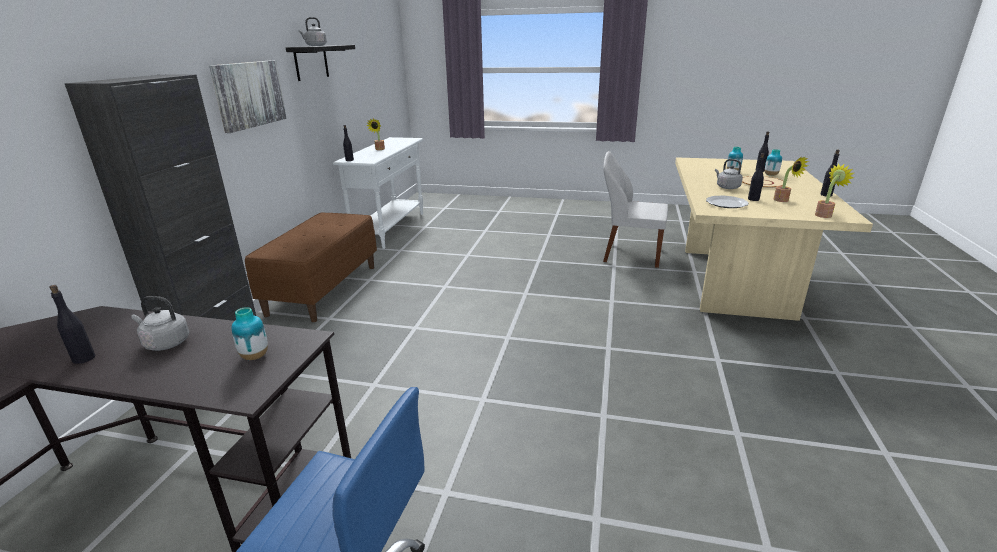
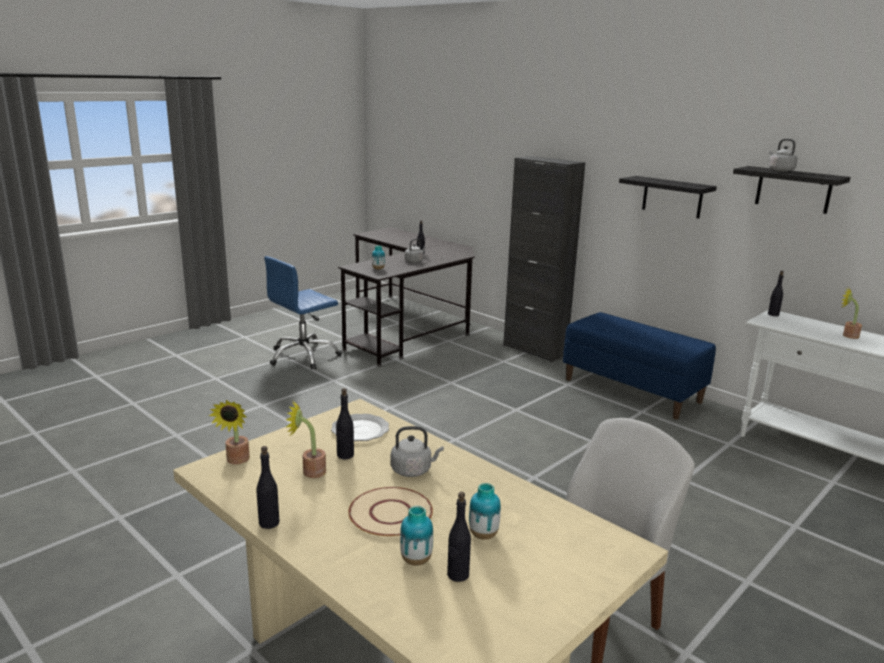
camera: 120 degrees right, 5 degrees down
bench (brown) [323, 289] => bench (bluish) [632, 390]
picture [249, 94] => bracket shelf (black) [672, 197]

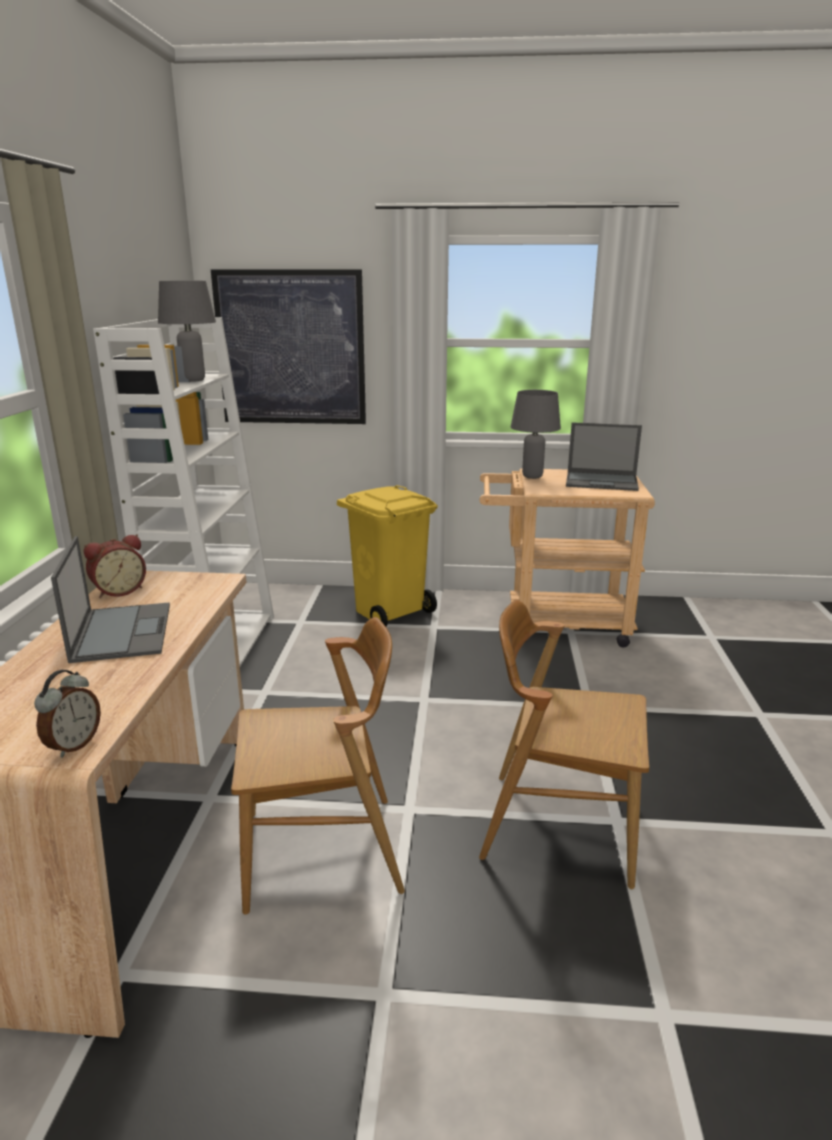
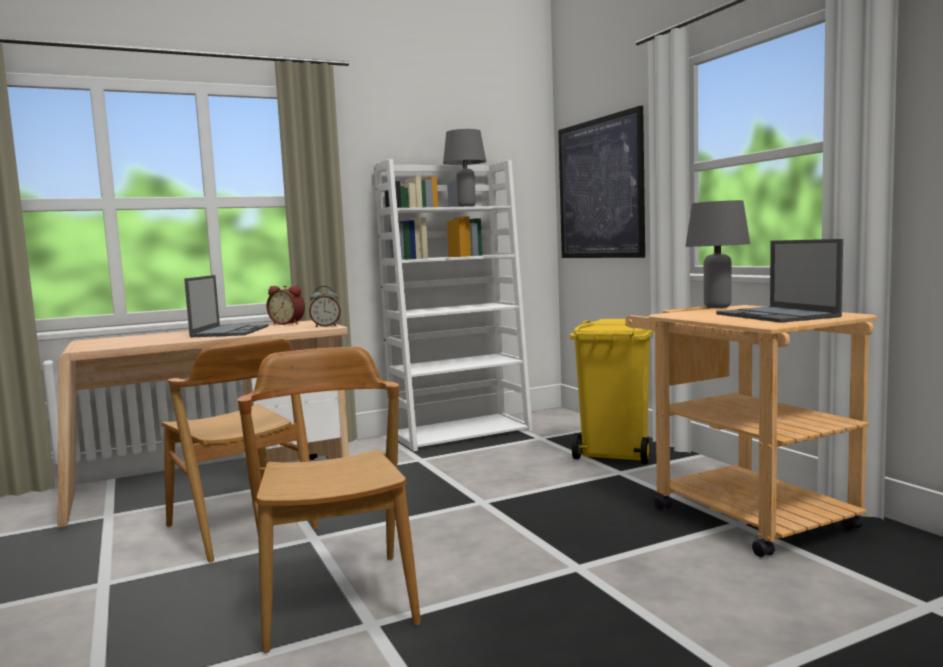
camera: 60 degrees right, 15 degrees down
laptop [122, 631] => laptop [230, 331], 45 degrees counterclockwise
alarm clock [73, 745] => alarm clock [326, 326], relocated

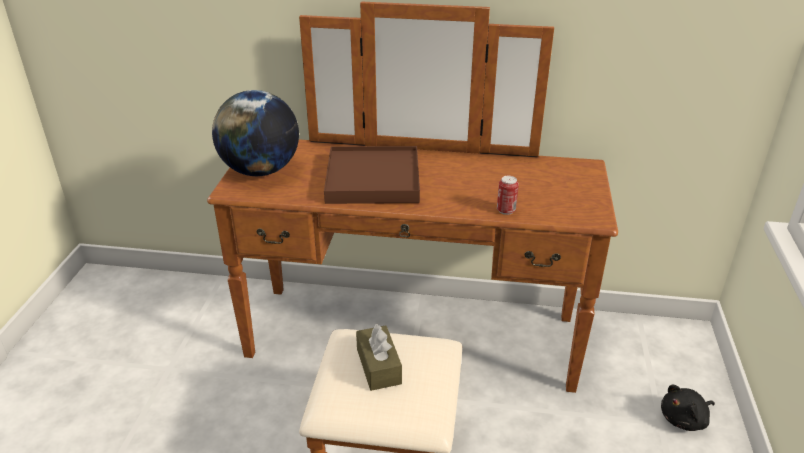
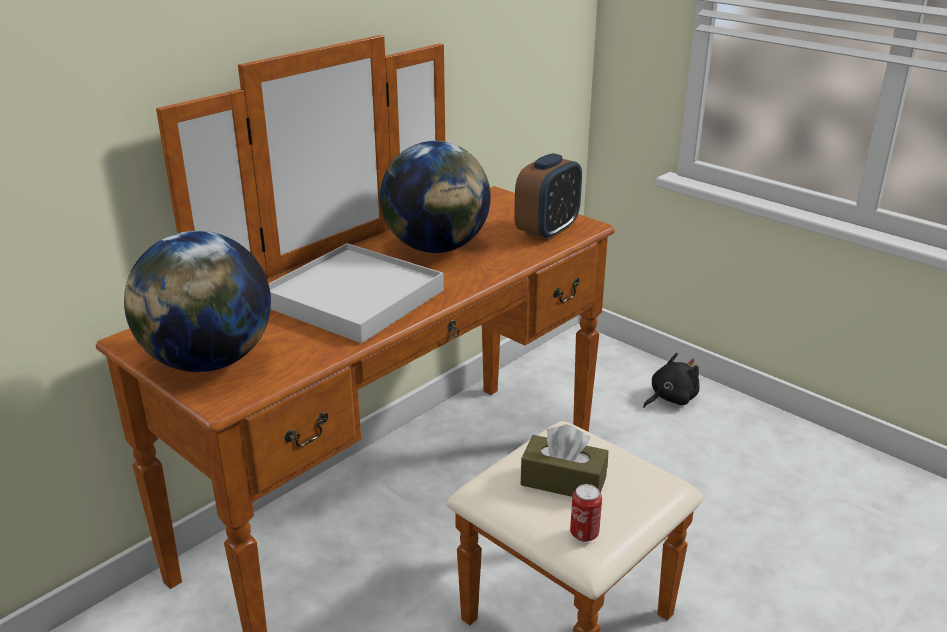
camera: 55 degrees left, 5 degrees down
carrying tray (brown) [373, 179] => carrying tray (white-coloured) [354, 298]
nothing => globe [436, 248]
nothing => alarm clock [547, 231]
can [506, 210] => can [584, 534], relocated
soft toy (black) [684, 419] => soft toy (black) [670, 398], 135 degrees counterclockwise

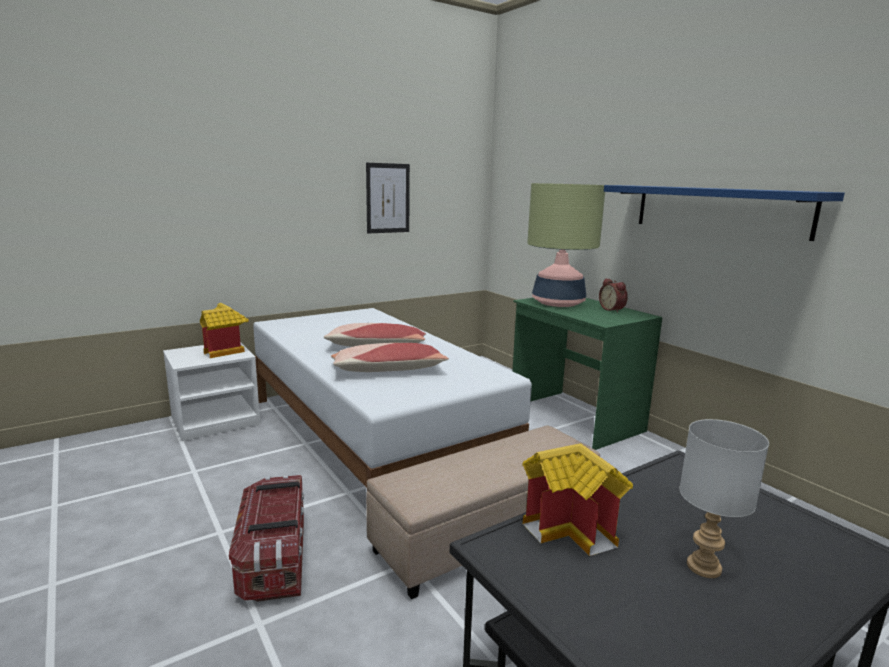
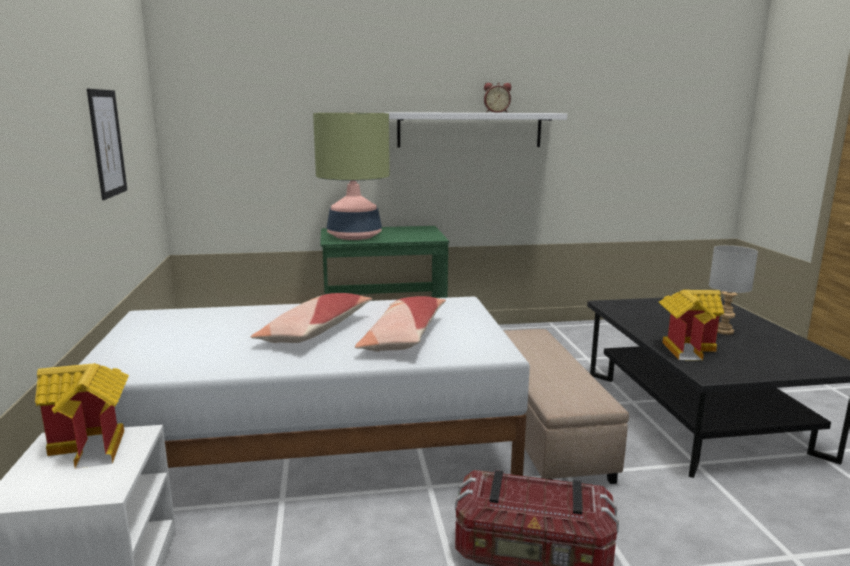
camera: 65 degrees left, 0 degrees up
bracket shelf (bluish) [718, 210] => bracket shelf (white-coloured) [470, 130]
alarm clock [612, 309] => alarm clock [496, 112], relocated

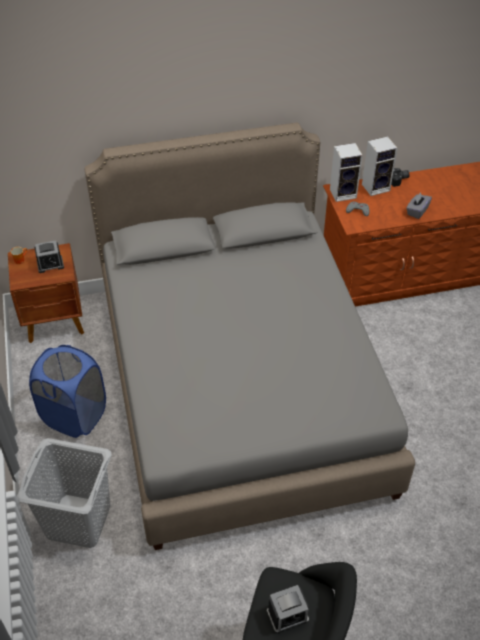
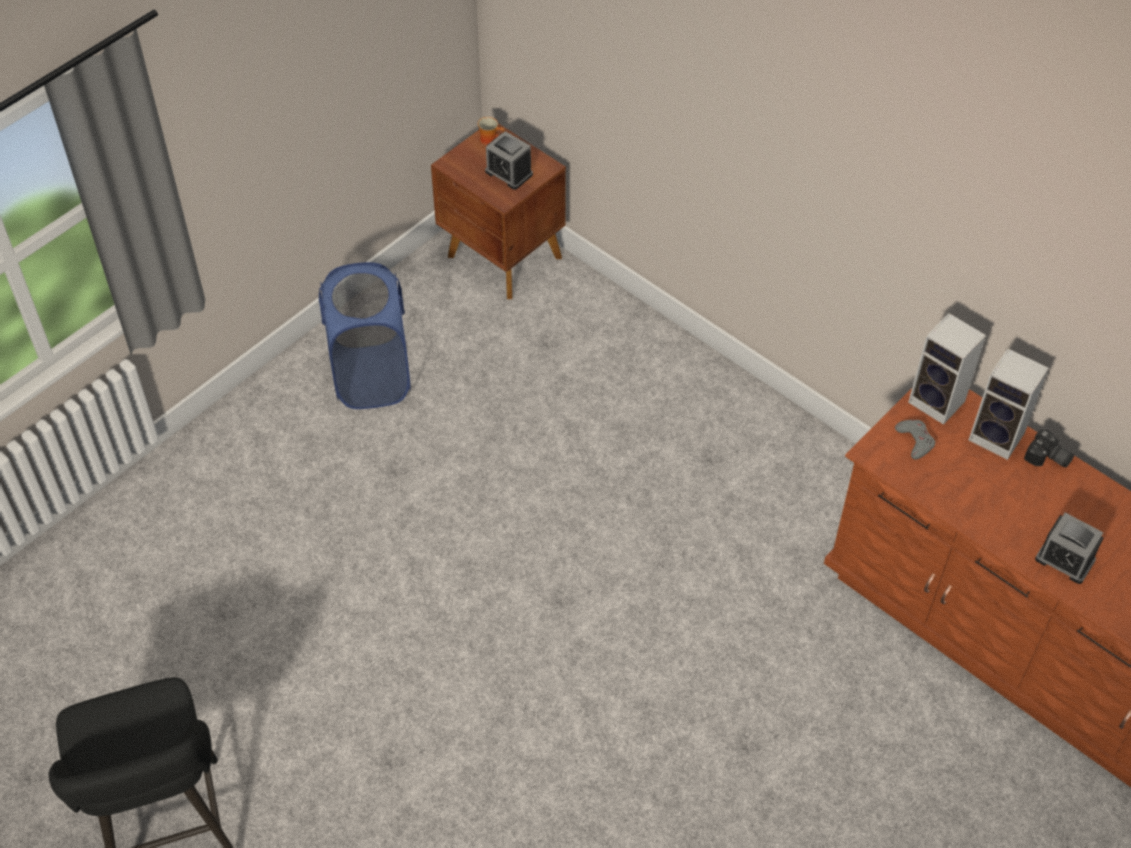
camera: 55 degrees right, 5 degrees up
alarm clock [287, 615] => alarm clock [1064, 559], relocated
hamper (grey) [78, 520] => nothing
bed (grey) [239, 387] => nothing
tissue holder (grey) [417, 211] => nothing

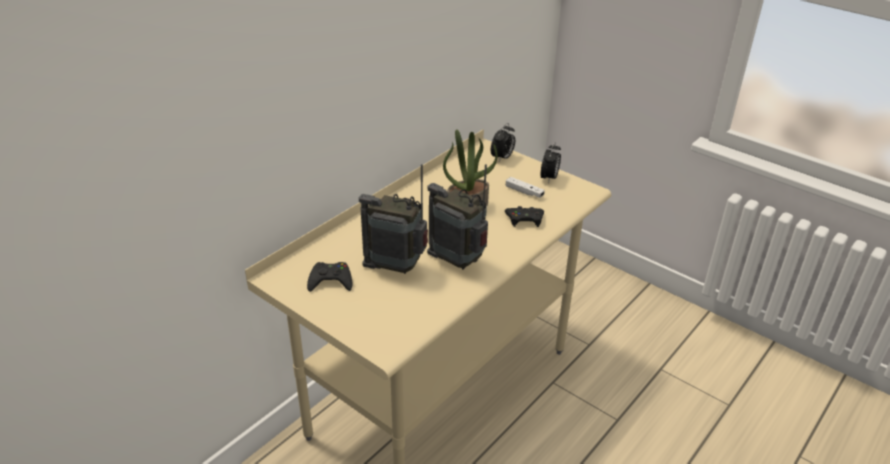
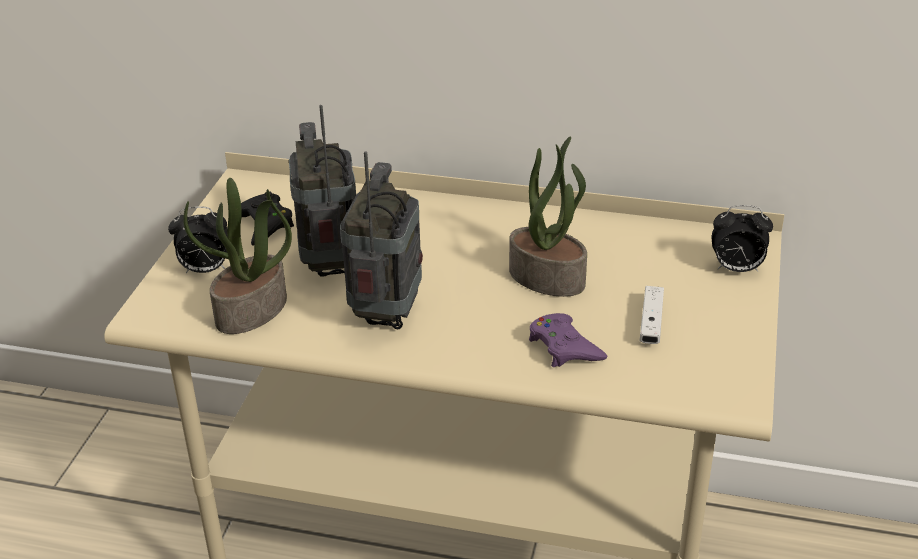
camera: 65 degrees right, 0 degrees up
alarm clock [549, 178] => alarm clock [205, 270], relocated
nothing => plant in a pot [251, 312]
game controller (black) [524, 219] => game controller (purplish) [564, 347]

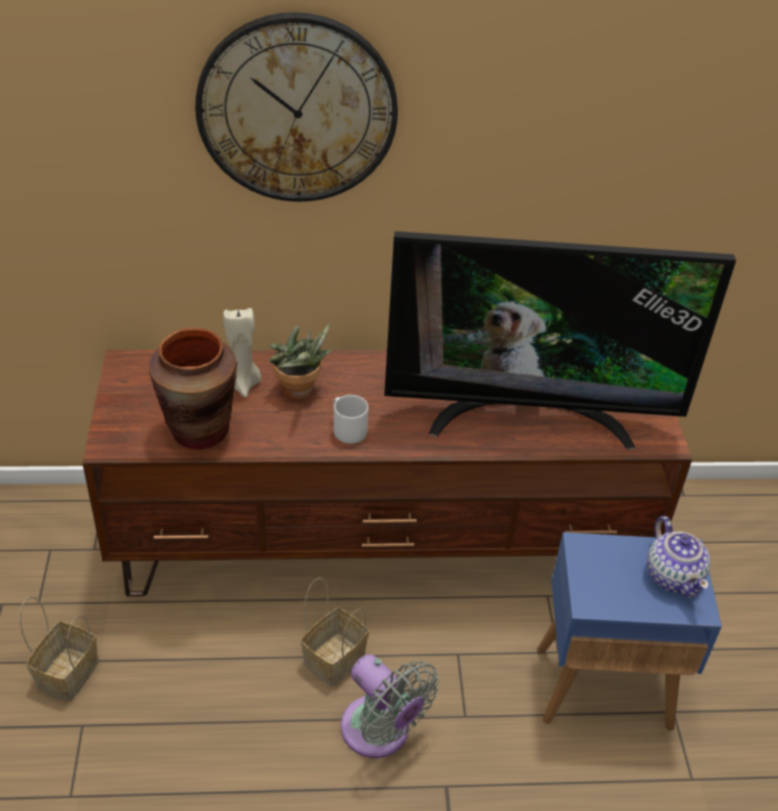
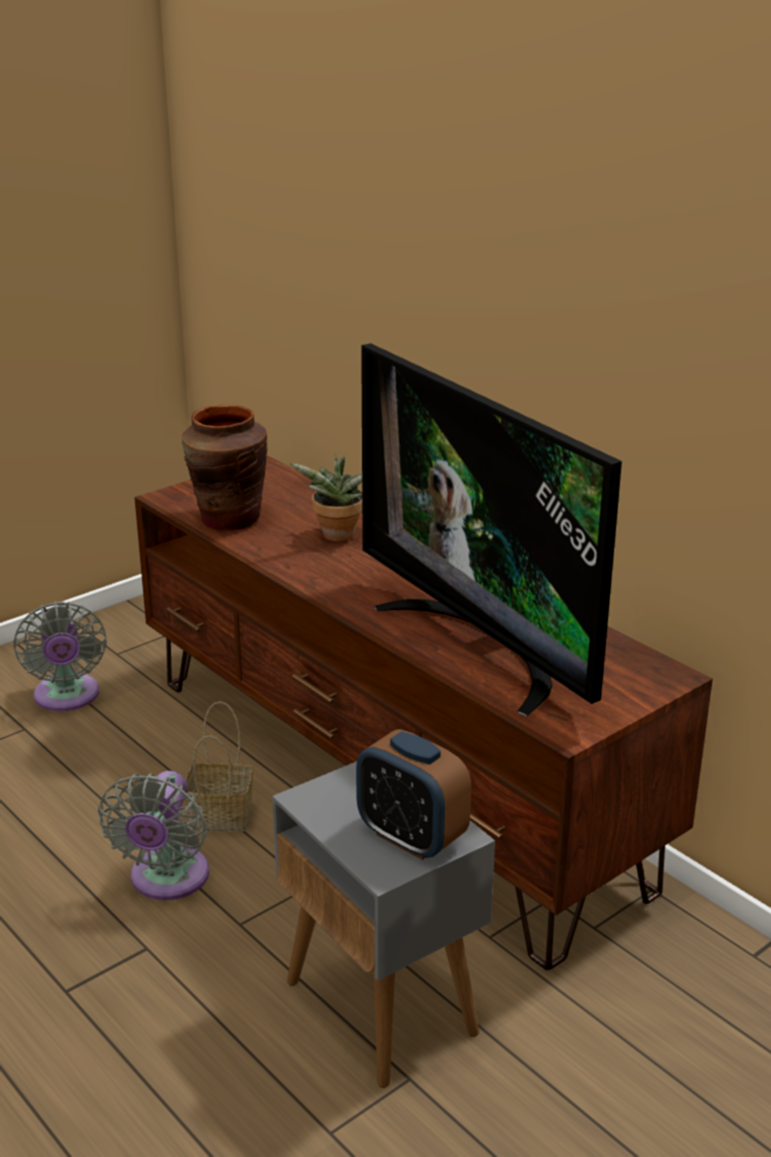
camera: 55 degrees right, 15 degrees down
storage basket [67, 671] => cooling fan (grey) [67, 698]
end table (bluish) [605, 688] => end table (grey) [382, 1008]
pot for tea [673, 576] => alarm clock [411, 838]
wall clock [297, 109] => nothing
wax candle (beige) [244, 384] => nothing
mug (grey) [347, 429] => nothing

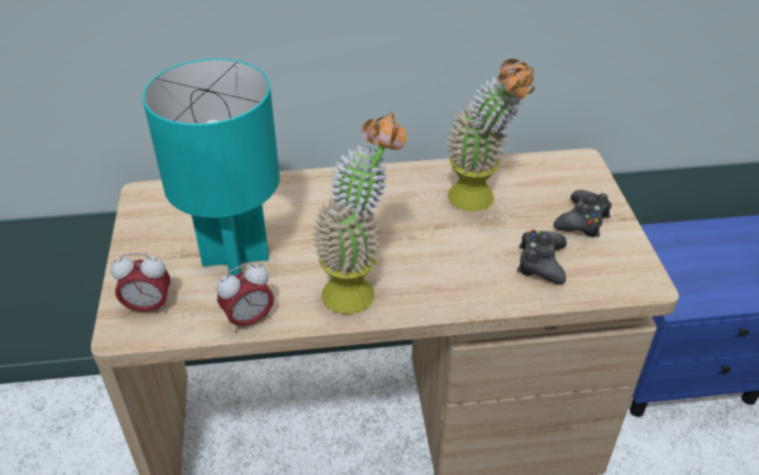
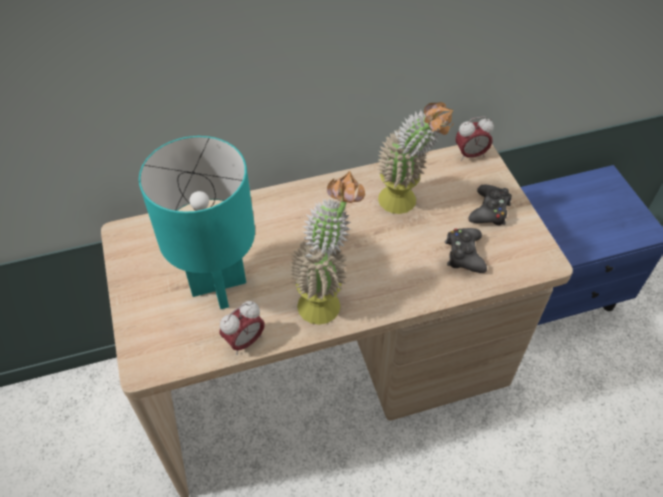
camera: 10 degrees left, 10 degrees up
alarm clock [148, 307] => alarm clock [470, 155], relocated

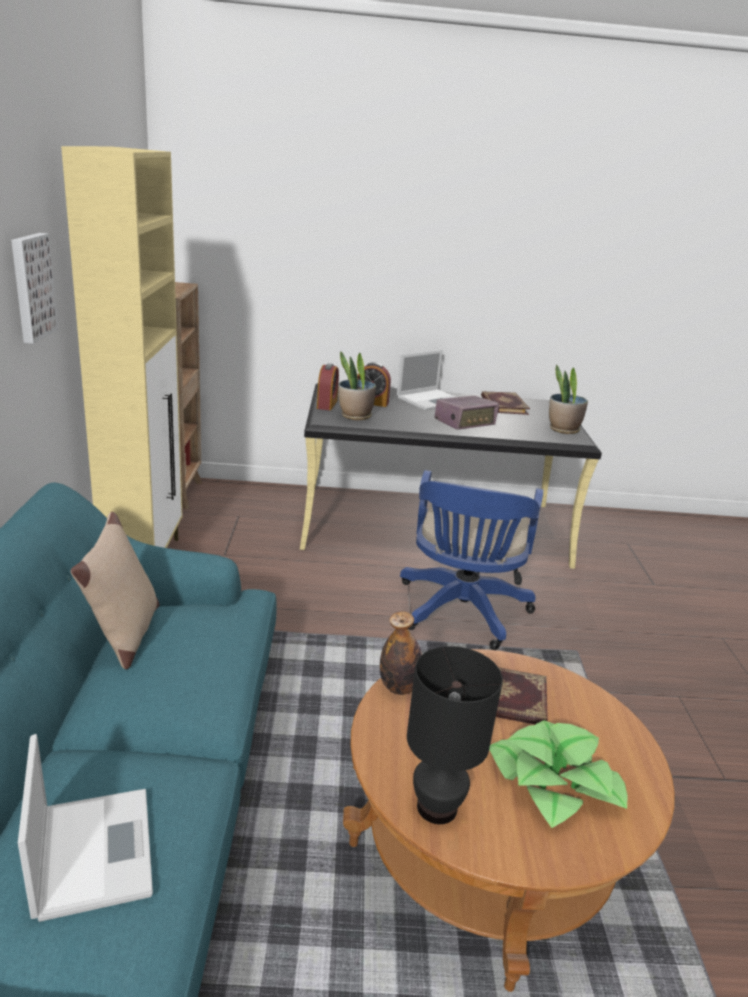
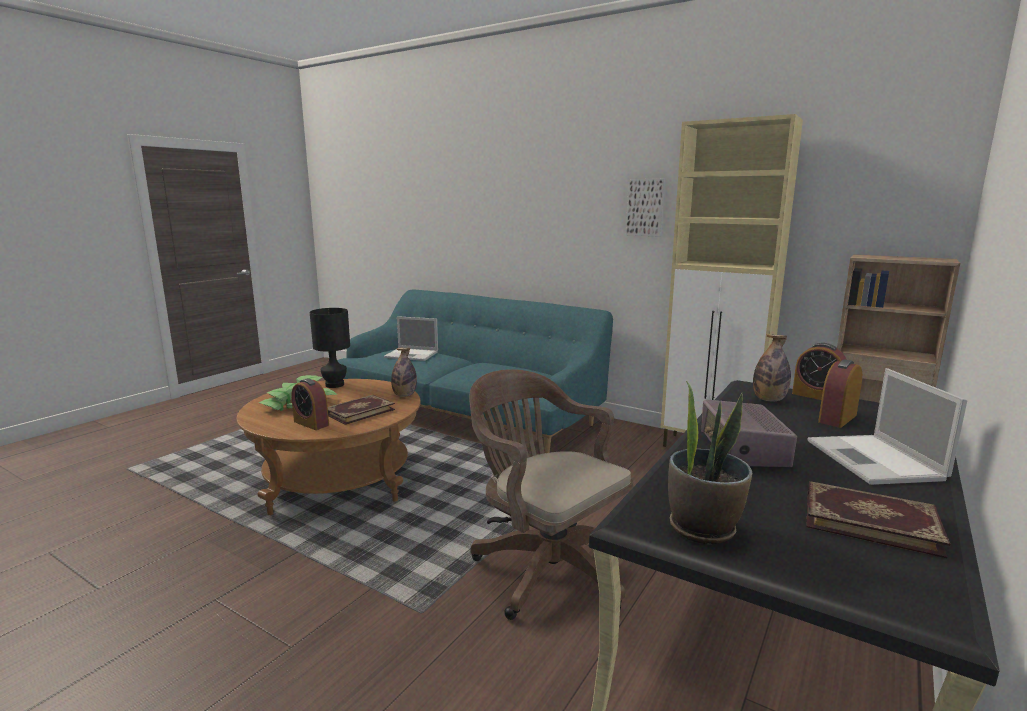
camera: 125 degrees right, 10 degrees down
nothing => alarm clock [311, 423]
desk chair (bluish) [461, 613] => desk chair (brown) [545, 567]
plant in a pot [355, 416] => bottle [769, 400]
cushion (beige) [124, 636] => nothing

